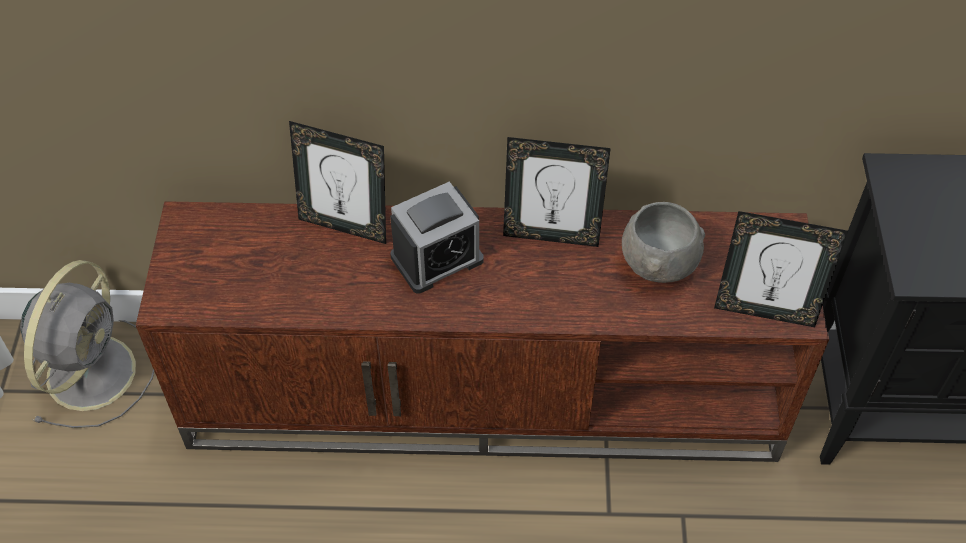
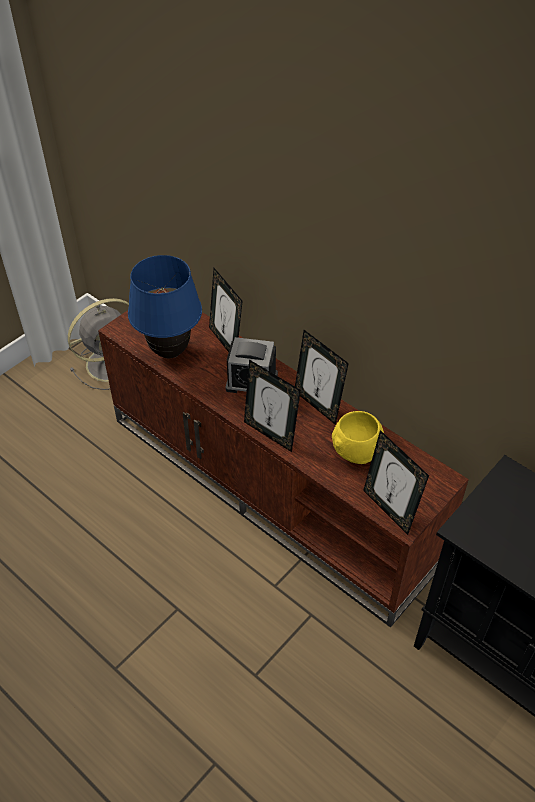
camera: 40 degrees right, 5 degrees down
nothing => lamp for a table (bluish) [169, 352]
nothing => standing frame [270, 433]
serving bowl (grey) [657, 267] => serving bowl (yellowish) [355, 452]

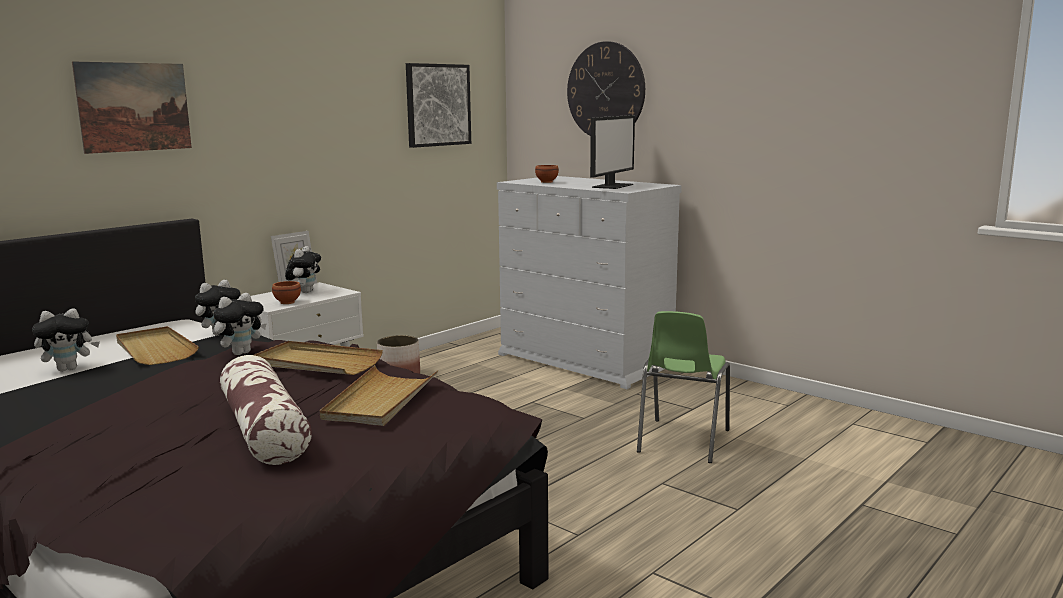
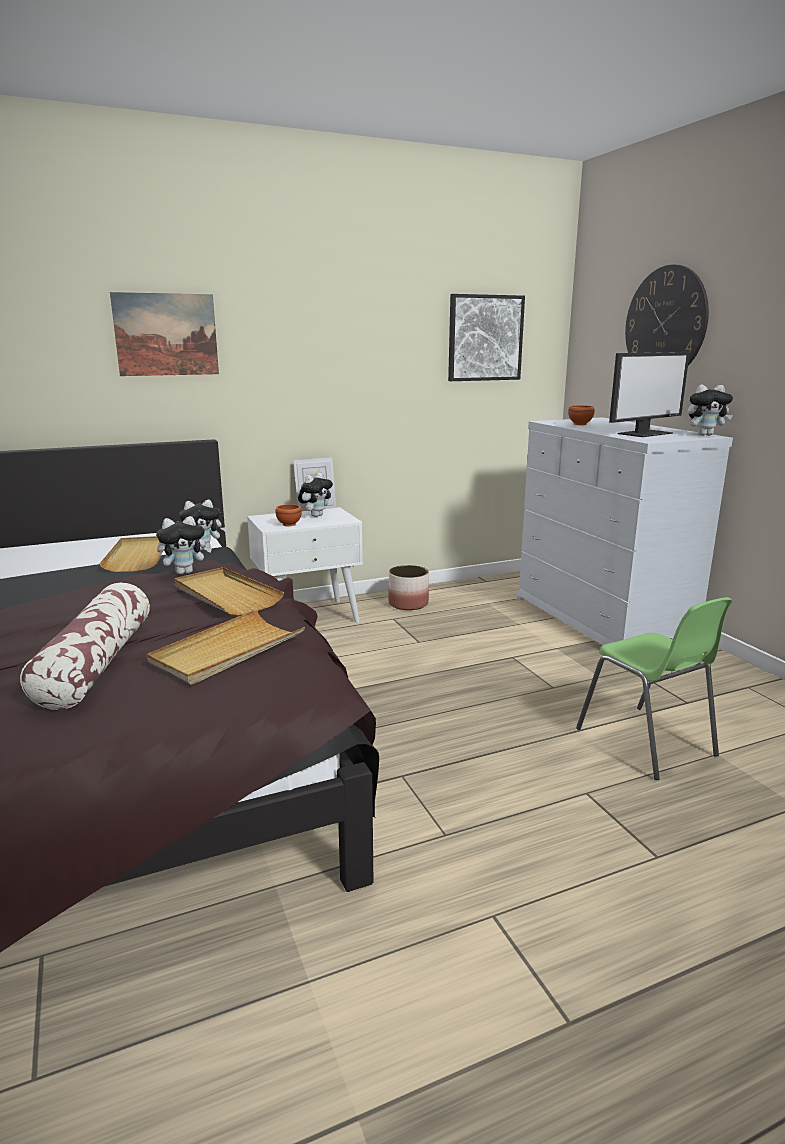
camera: 25 degrees right, 5 degrees up
plain chair (green) [682, 441] => plain chair (green) [646, 742], 75 degrees counterclockwise
soft toy [69, 369] => soft toy [705, 435], relocated

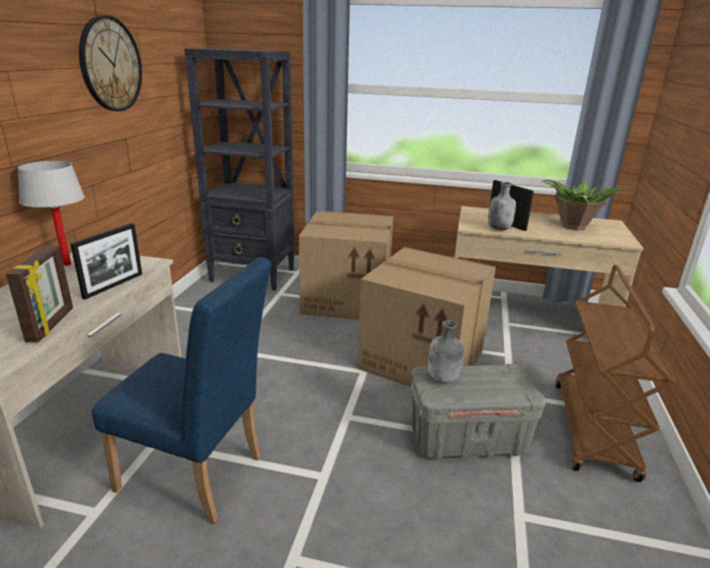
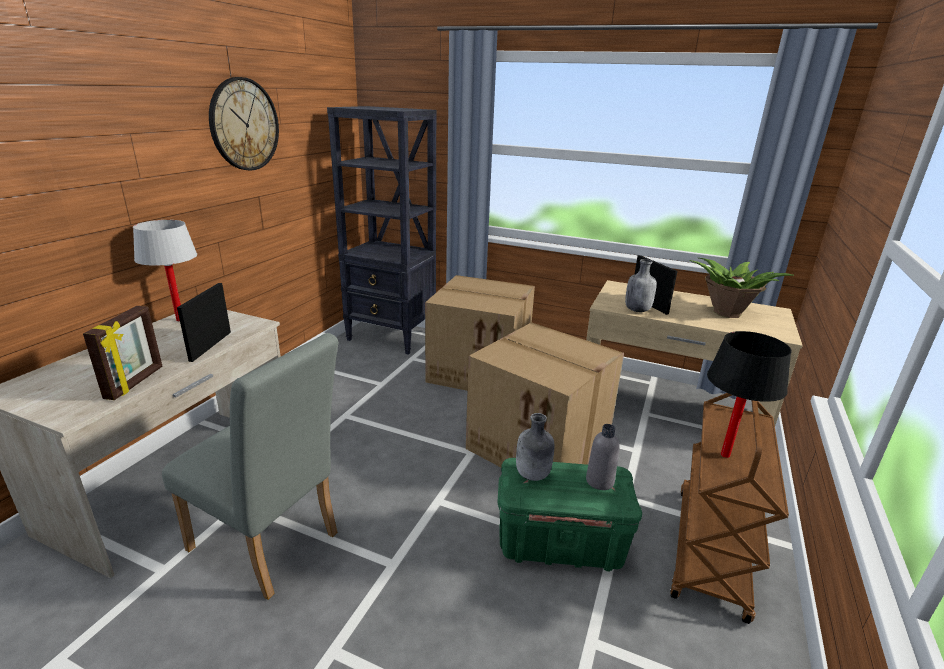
camera: 10 degrees right, 0 degrees up
plain chair (bluish) [199, 476] => plain chair (grey) [270, 546]
standing frame [113, 285] => standing frame [210, 346], 150 degrees clockwise
storage box (grey) [467, 439] => storage box (green) [559, 544]
nothing => bottle (grey) [599, 481]
nothing => lamp for a table (black) [725, 455]

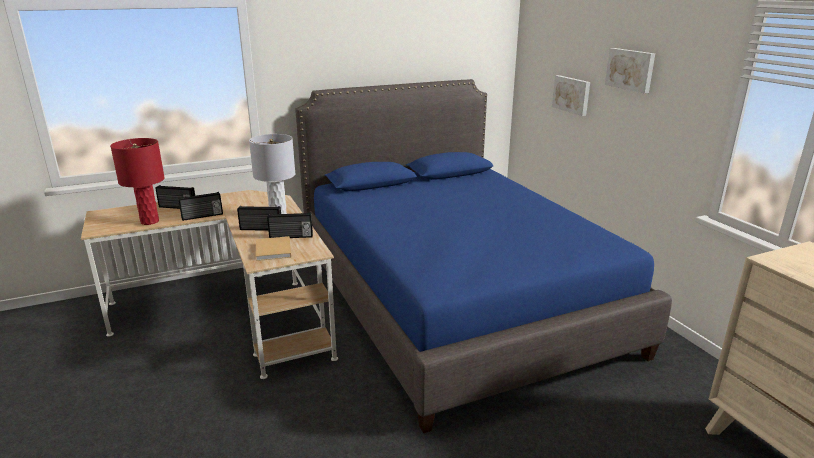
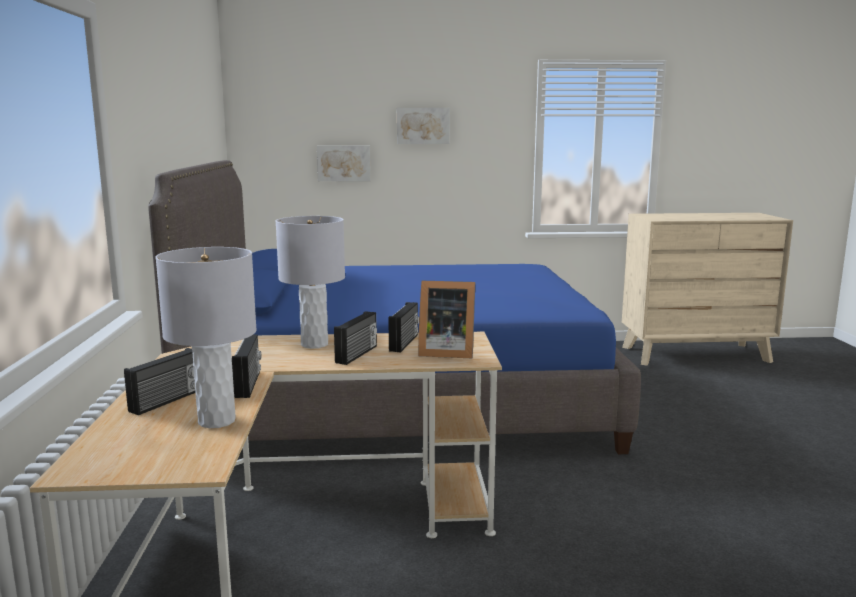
camera: 70 degrees left, 10 degrees down
lamp for a table (red-coloured) [150, 221] => lamp for a table (grey) [216, 421]
volume (beige) [273, 251] => standing frame [445, 352]

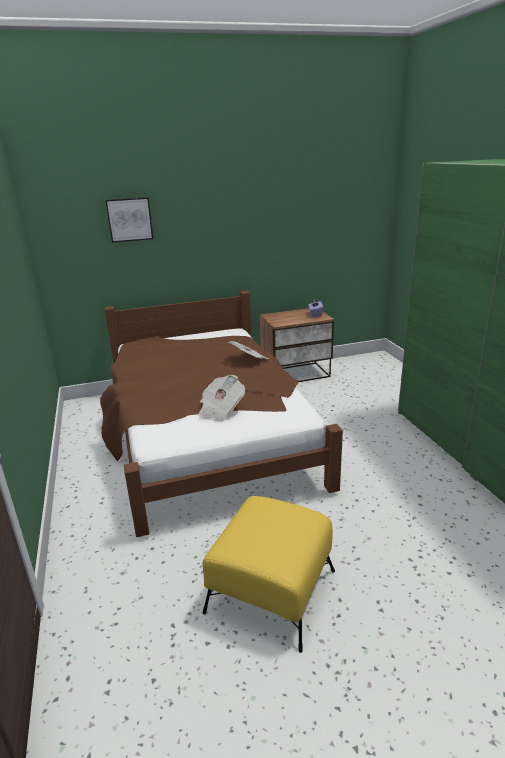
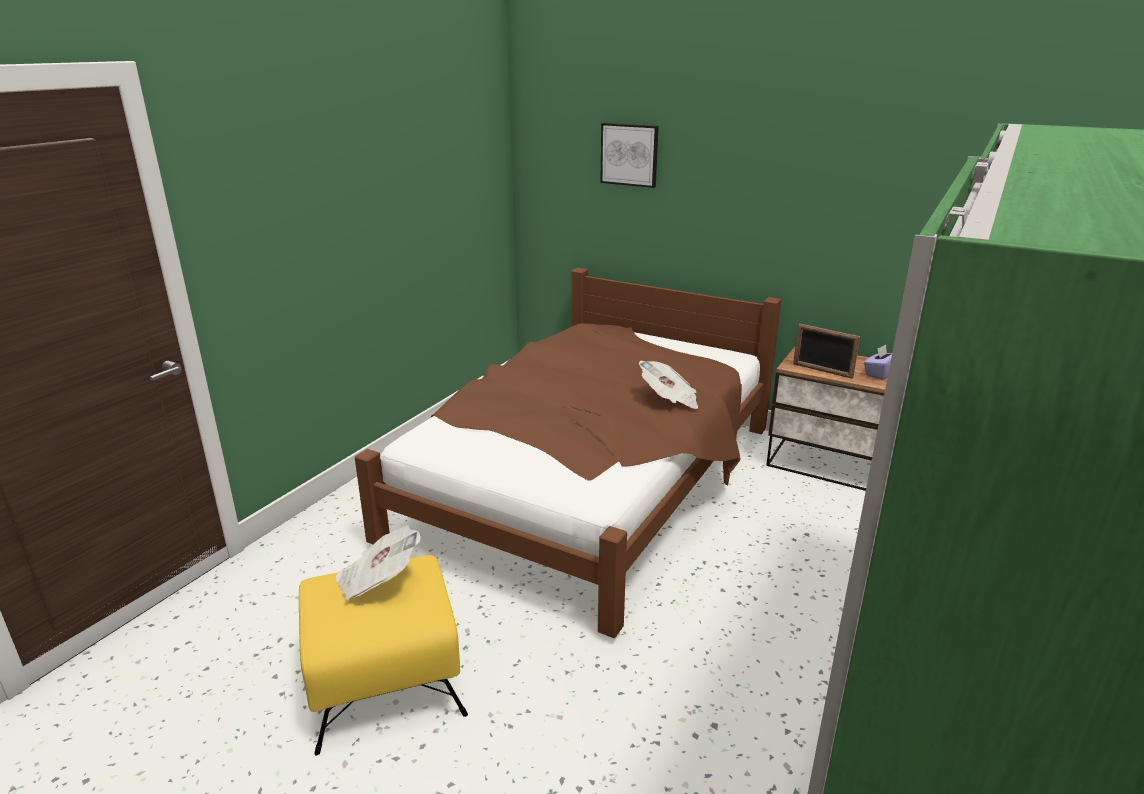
camera: 45 degrees right, 0 degrees up
printed paper [220, 409] => printed paper [378, 581], relocated
nothing => standing frame [822, 371]

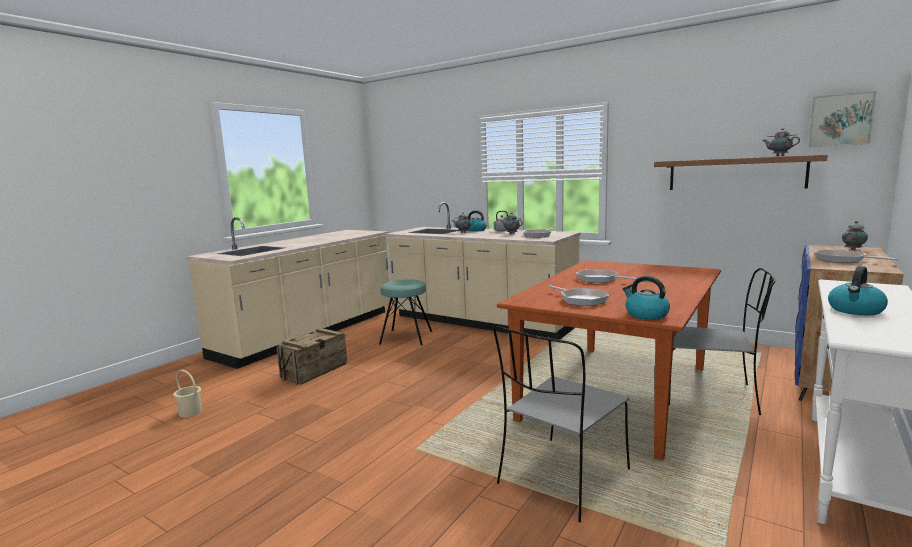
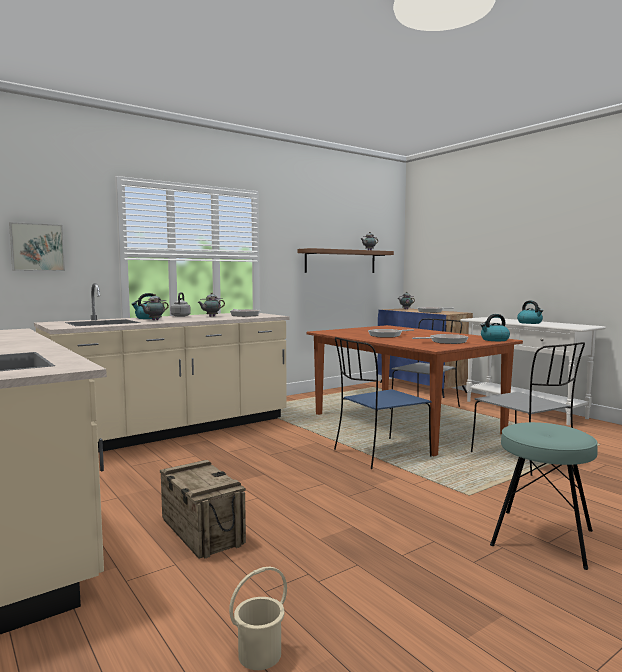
camera: 70 degrees left, 5 degrees down
picture [840, 120] => picture [37, 247], relocated
nothing => plain chair (bluish) [379, 454]
stool (turquoise) [406, 337] => stool (turquoise) [542, 538], relocated

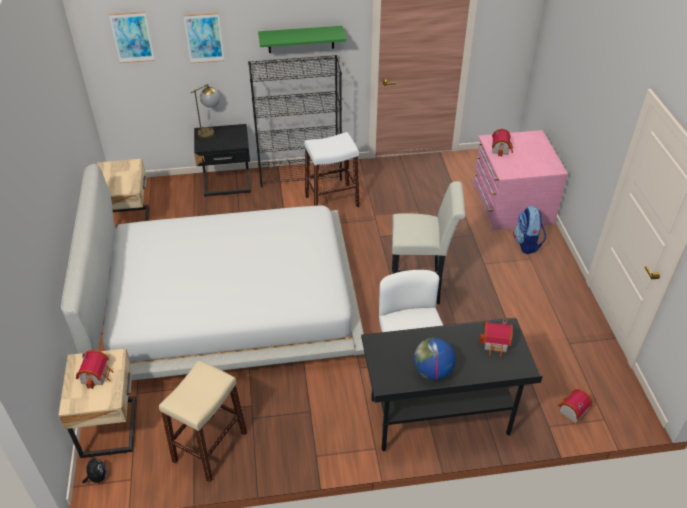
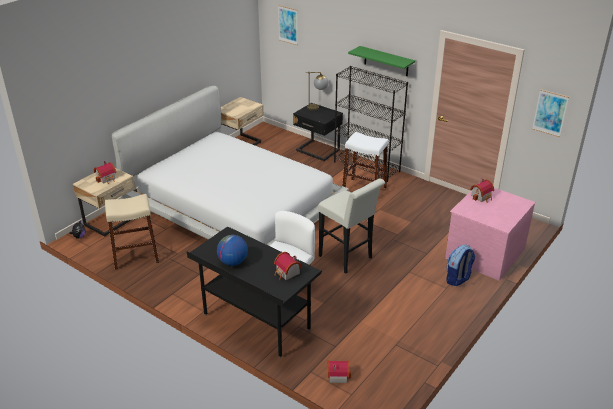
camera: 45 degrees right, 10 degrees down
picture [204, 38] => picture [550, 113], relocated

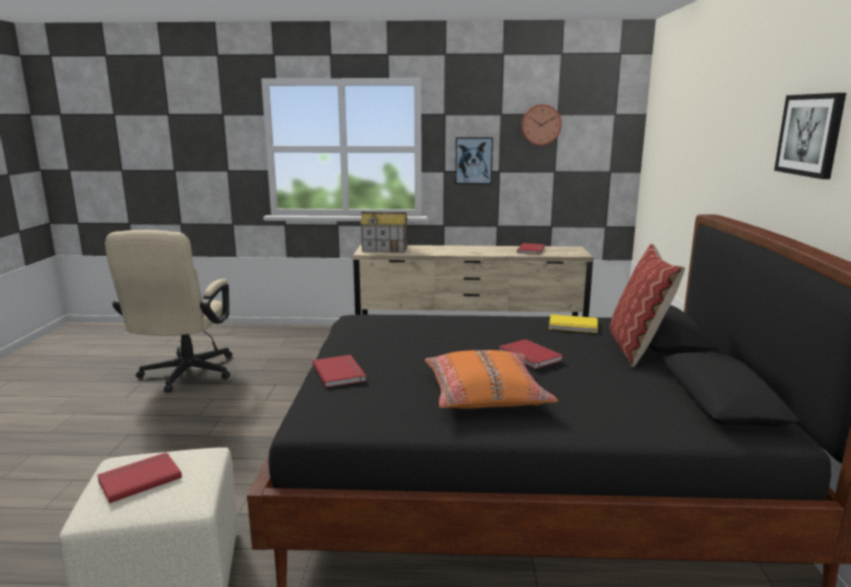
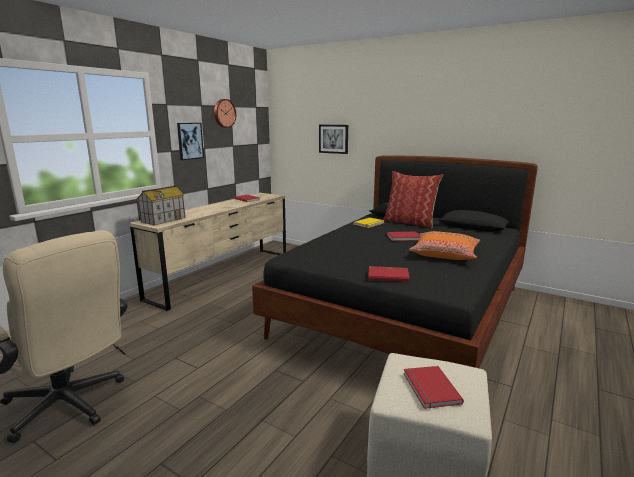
camera: 60 degrees left, 0 degrees up
picture [810, 135] => picture [333, 139], relocated

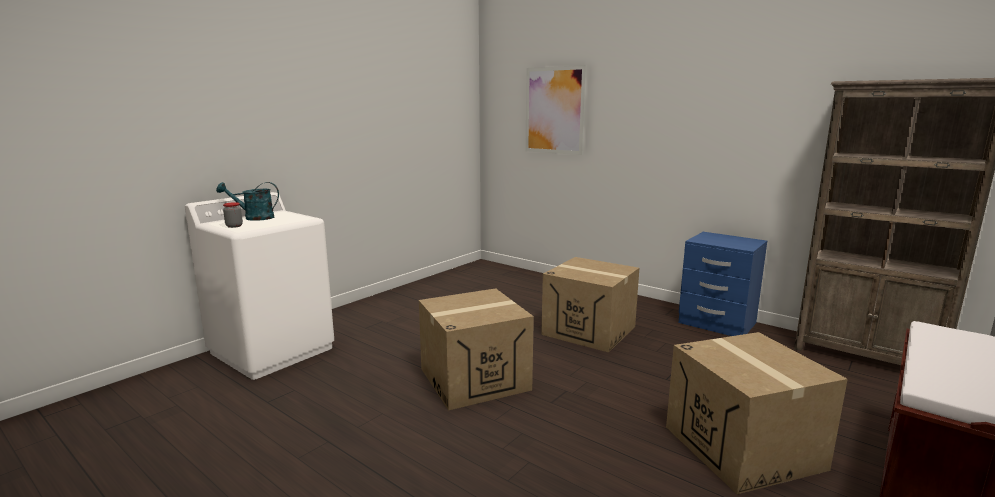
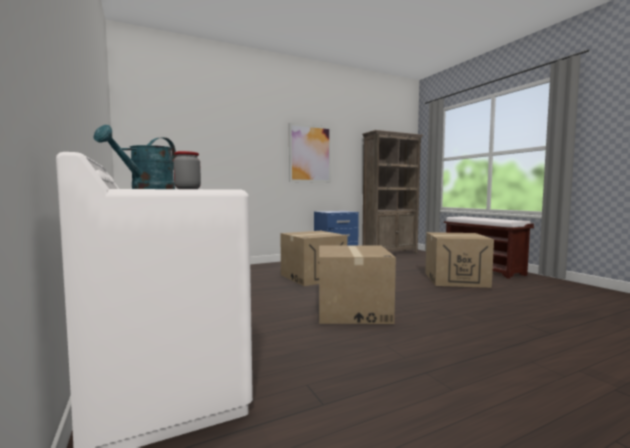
camera: 65 degrees left, 10 degrees down
picture [555, 110] => picture [310, 153], relocated

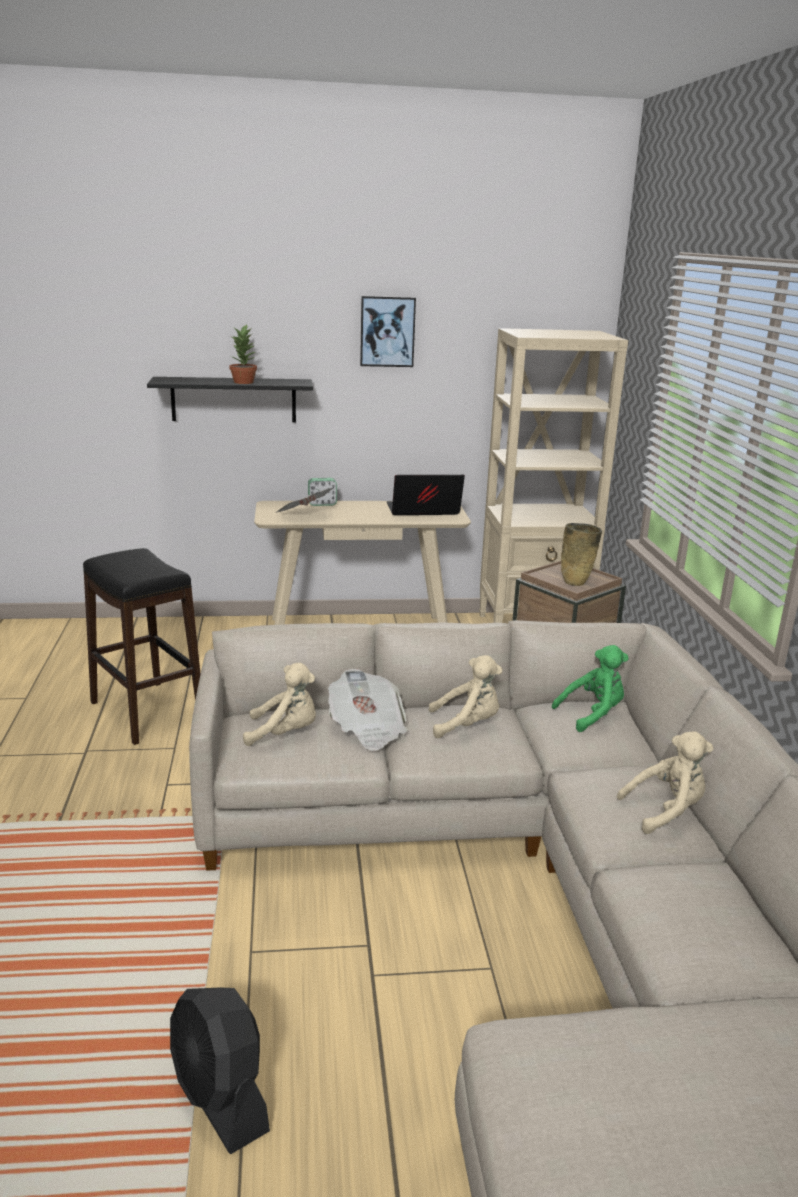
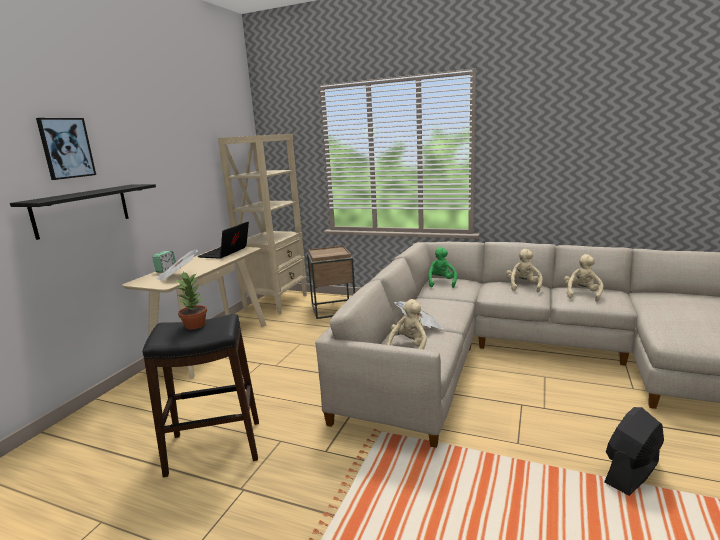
camera: 60 degrees left, 5 degrees down
picture [387, 331] => picture [66, 148], relocated
plant in a pot [244, 382] => plant in a pot [195, 325], relocated
soft toy (beige) [467, 725] => soft toy (beige) [582, 294], relocated
cooling fan (black) [220, 1097] => cooling fan (black) [631, 472], 150 degrees clockwise
decorative vase (beige) [577, 583] => nothing

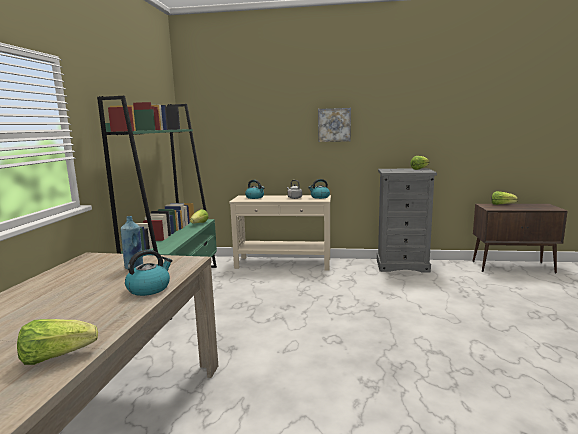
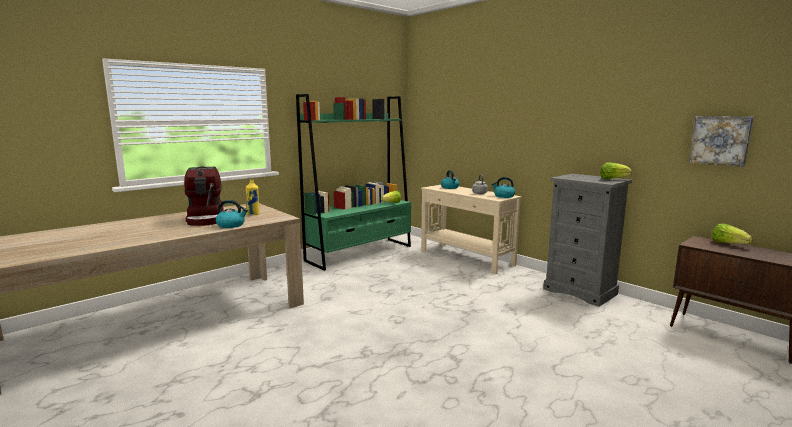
camera: 40 degrees right, 0 degrees up
nothing => coffee maker [206, 218]
bottle (bluish) [134, 267] => bottle (yellowish) [253, 214]
picture [334, 125] => picture [720, 140], relocated
head of lettuce [57, 356] => nothing

